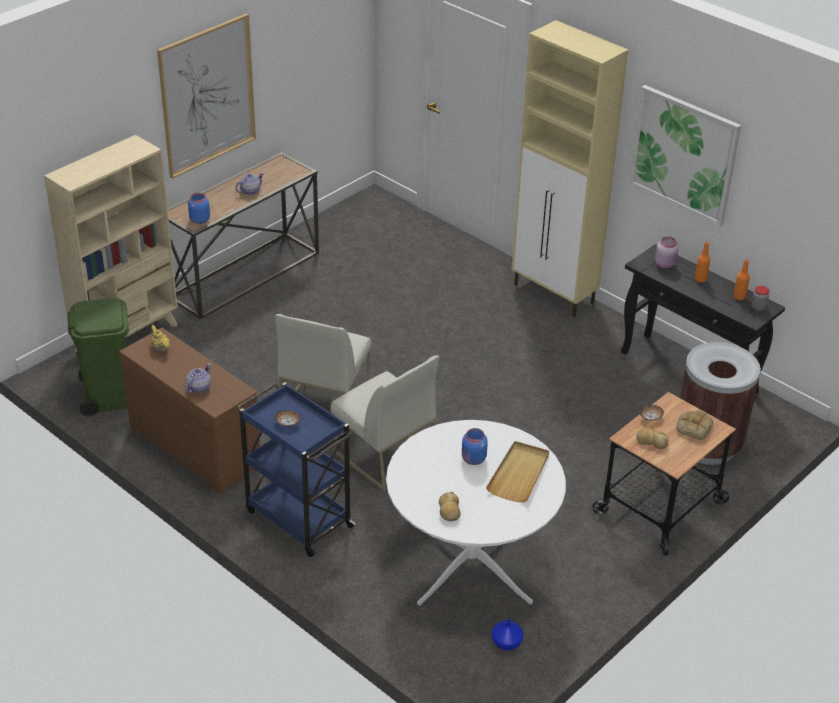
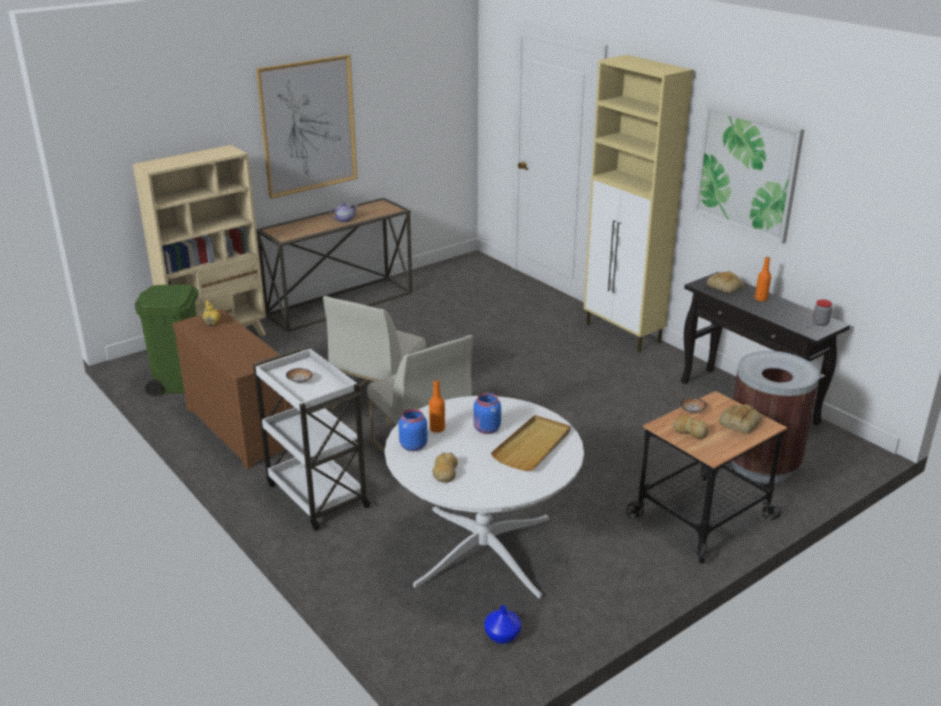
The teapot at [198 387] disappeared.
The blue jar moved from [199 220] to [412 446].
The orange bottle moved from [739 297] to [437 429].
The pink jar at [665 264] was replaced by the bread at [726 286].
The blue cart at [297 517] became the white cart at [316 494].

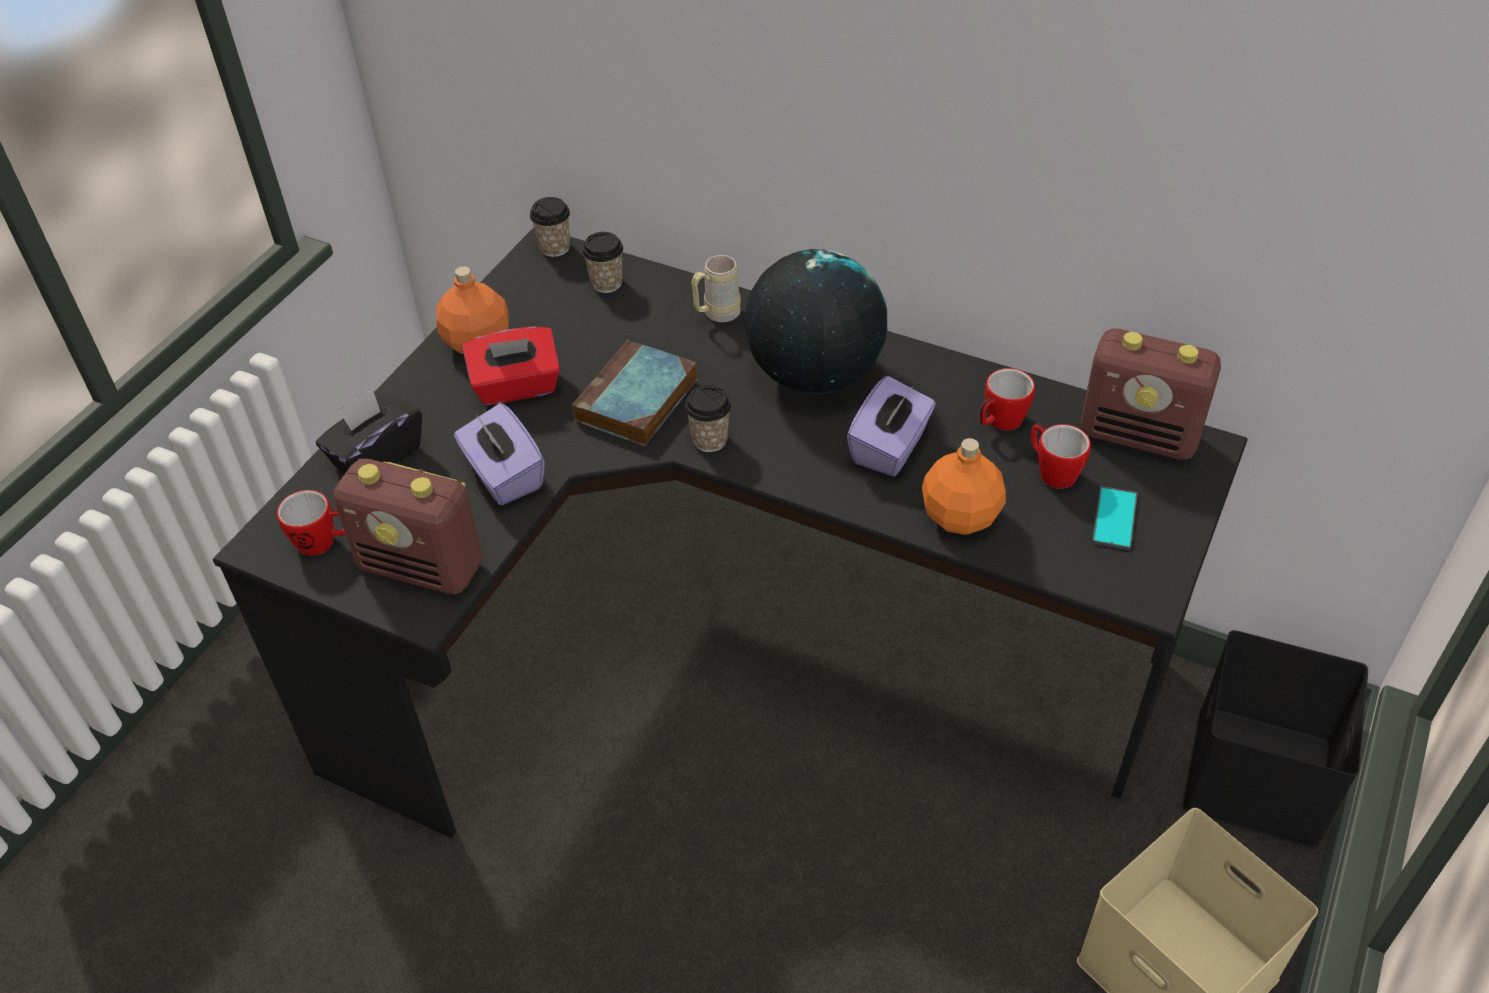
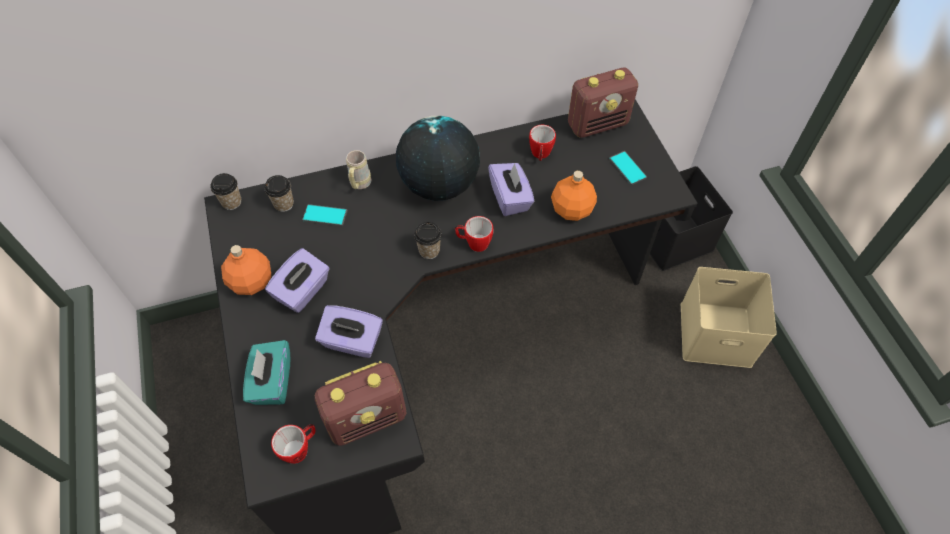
The book at [636 402] disappeared.
The phone at [325 215] appeared.
The mug moved from [1052 471] to [474 243].
The black tissue box at [376 456] became the turquoise tissue box at [272 382].
The red tissue box at [517 387] became the purple tissue box at [303 291].

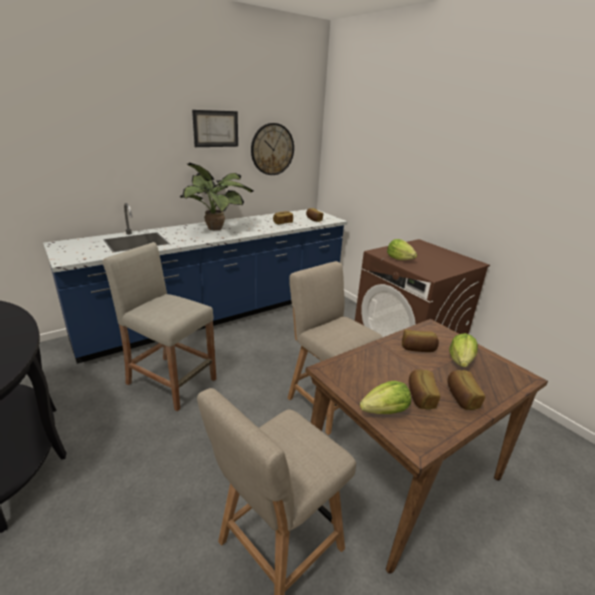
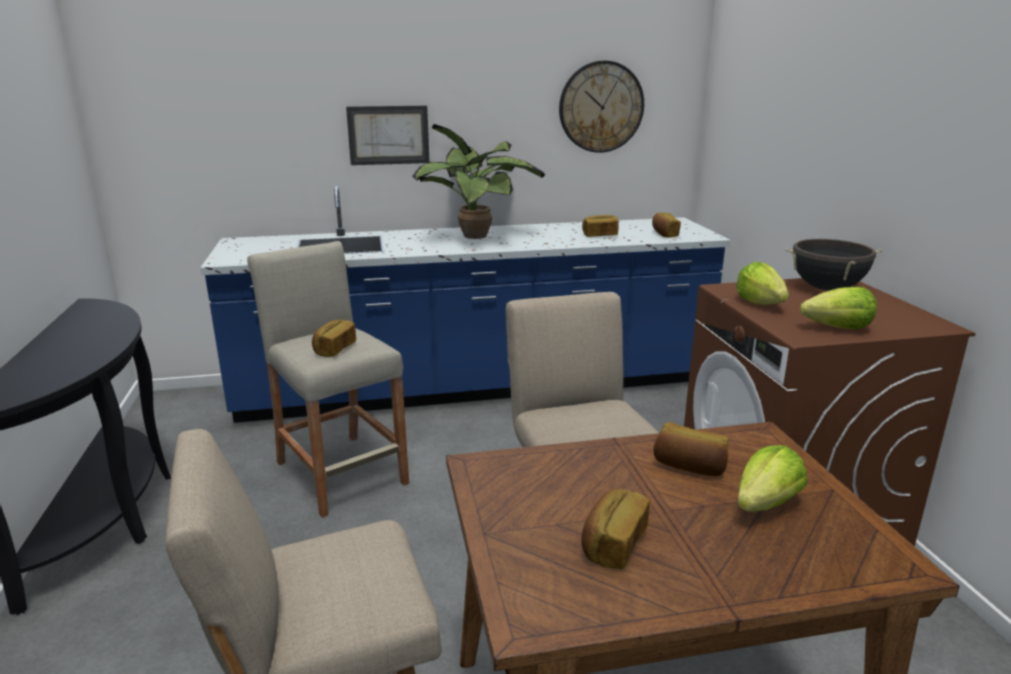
The black cooking pot at [827 288] appeared.
The picture moved from [216 128] to [388 135].
The lettuce moved from [385 411] to [838 328].
The bread moved from [461 398] to [334 349].

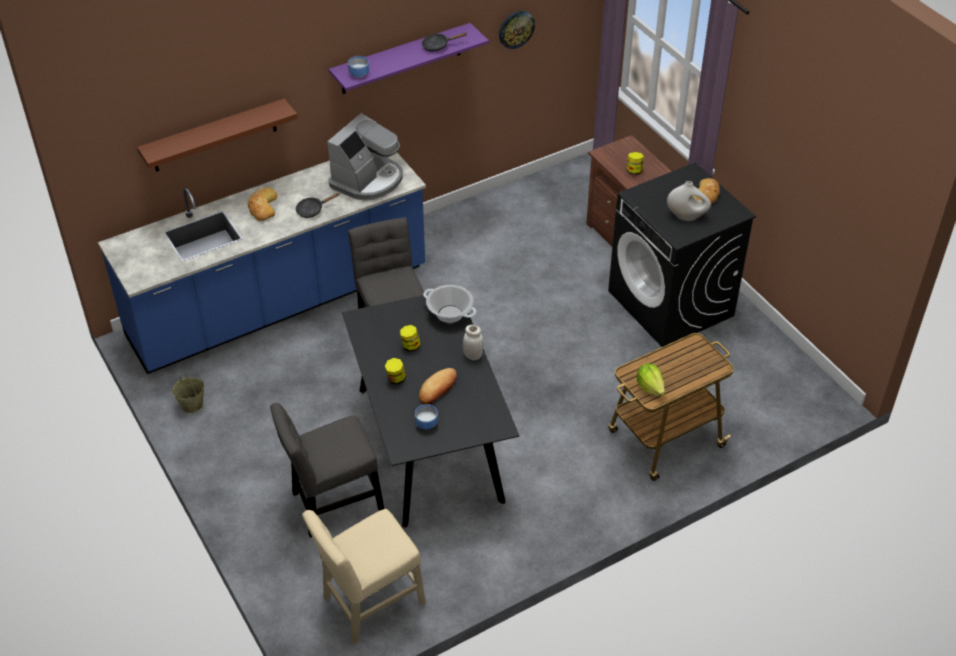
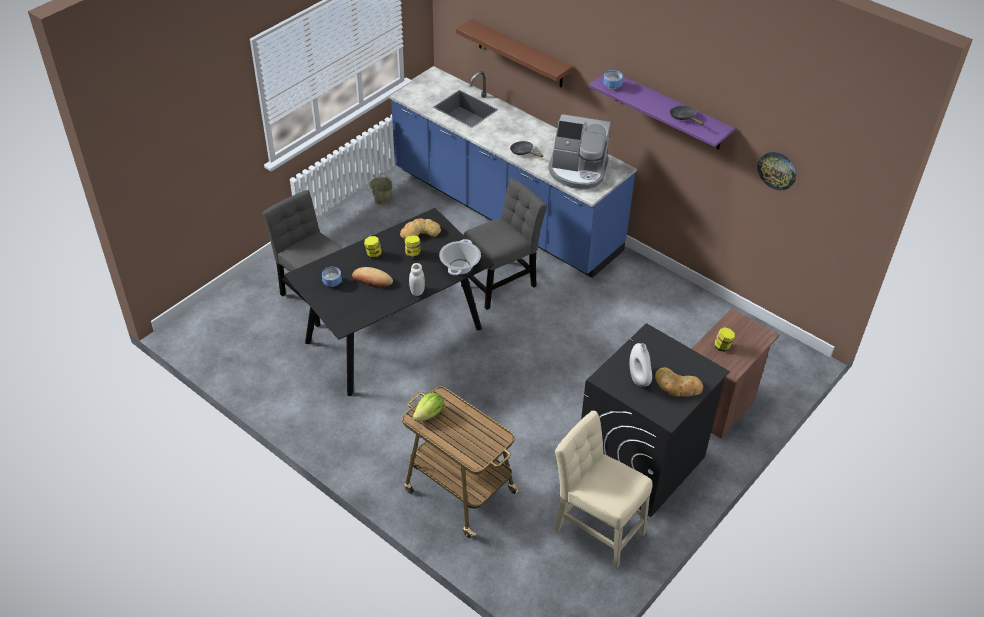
The bread moved from [262 207] to [419 232].
The beige chair moved from [369 604] to [596 527].

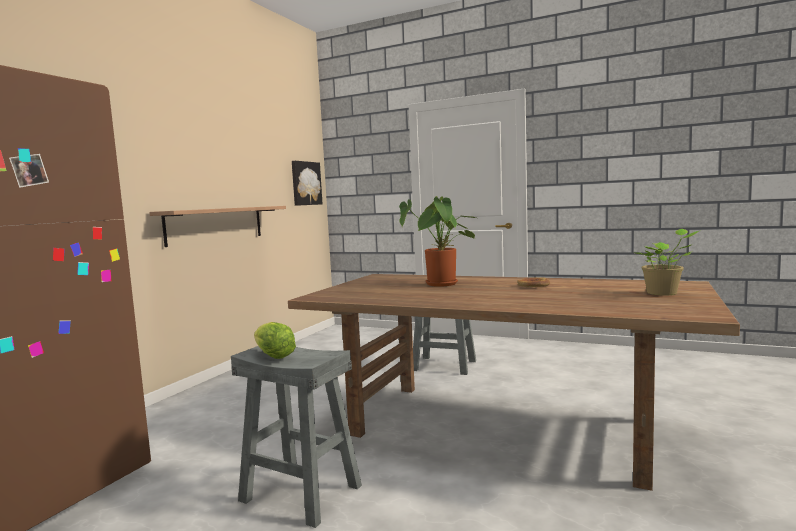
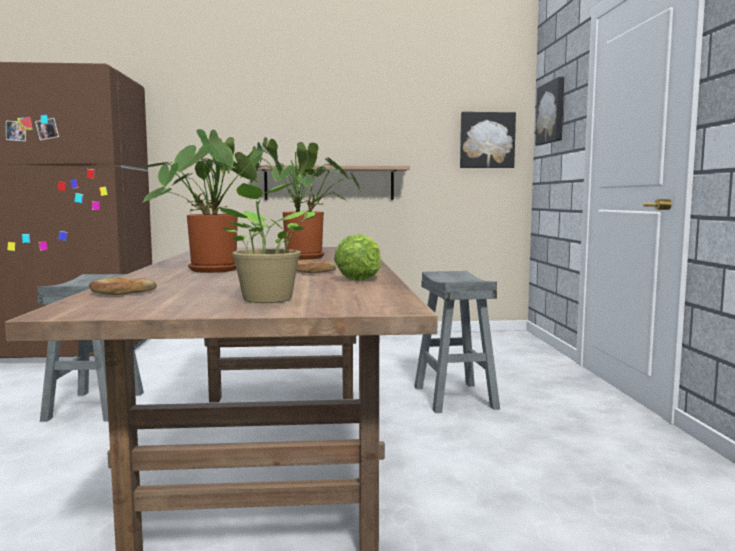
The bread at [122 291] appeared.
The potted plant at [215 269] appeared.
The picture at [552 112] appeared.
The lettuce moved from [274 356] to [360 278].

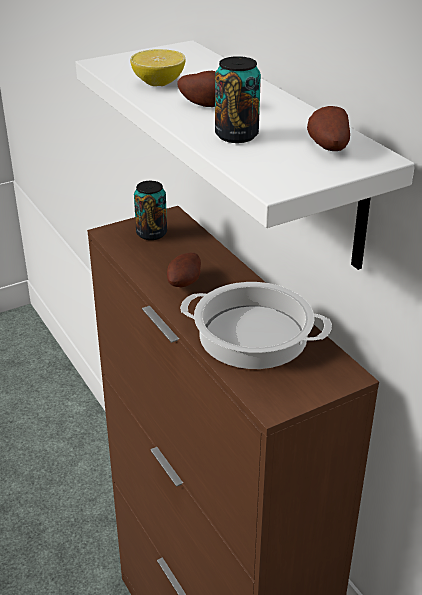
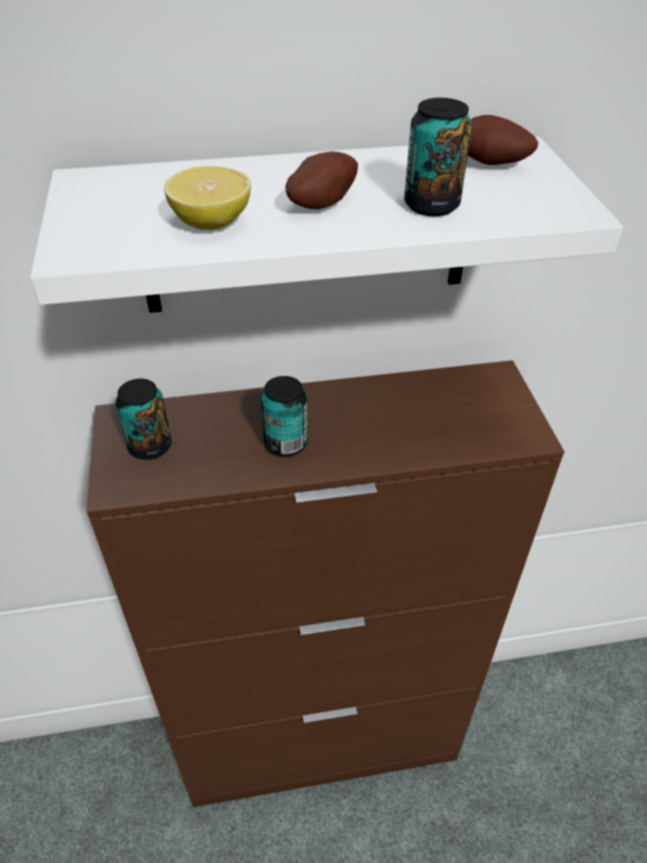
The cooking pot at [252 336] disappeared.
The potato at [185 283] was replaced by the can at [285 443].

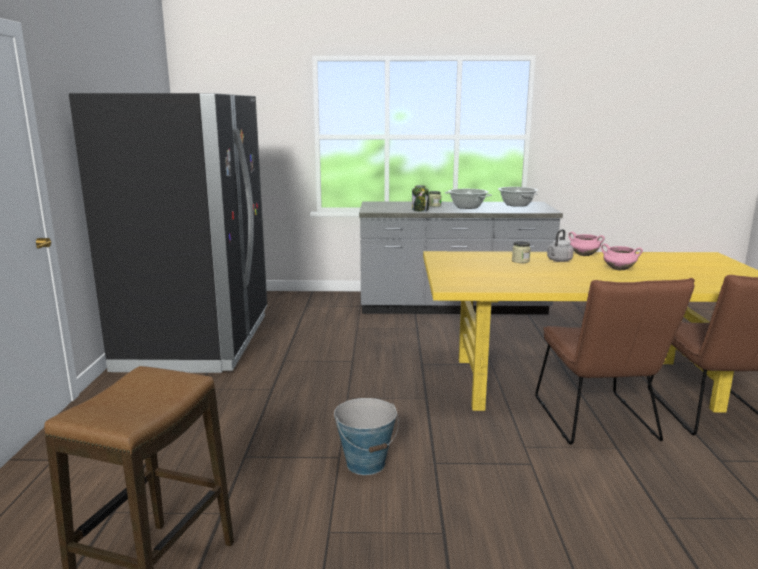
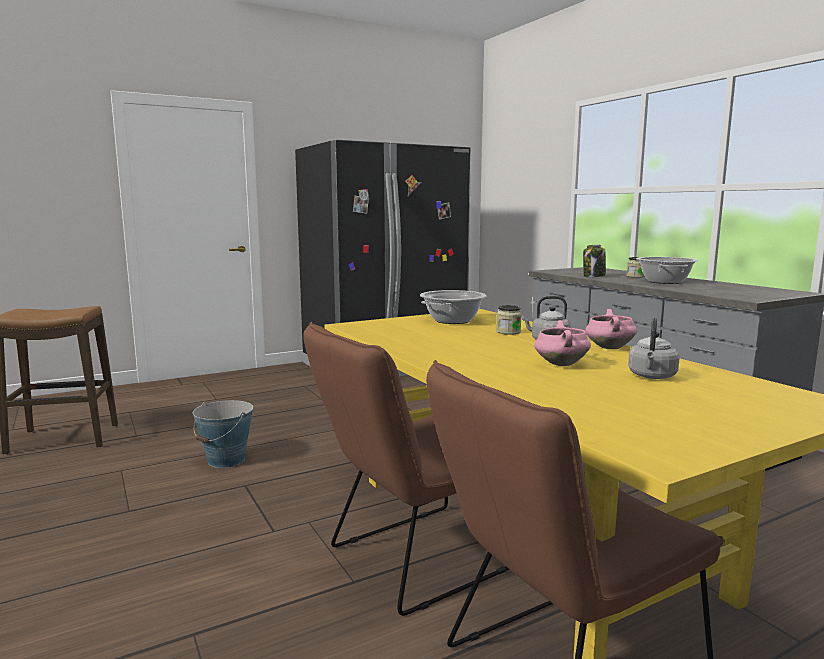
The grey kettle at [652 376] appeared.
The cooking pot moved from [516 204] to [452 320].

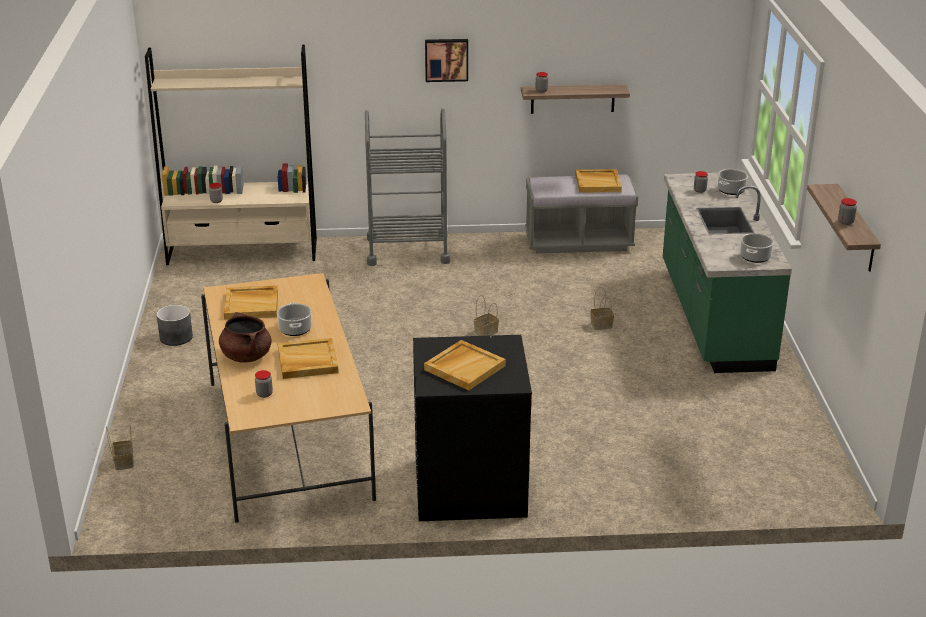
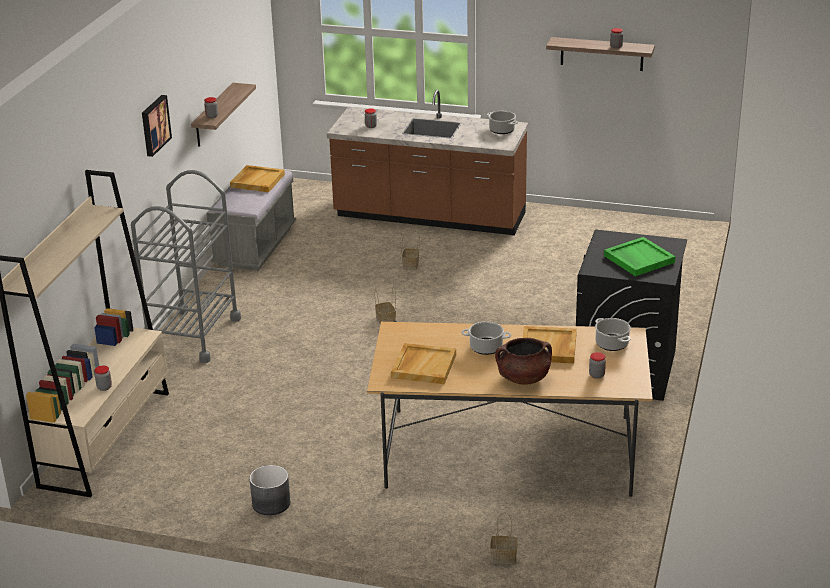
The cooking pot moved from [731 190] to [611 344].
The beige tray at [464 367] became the green tray at [638 259].
The green counter at [713 316] became the brown counter at [429 216].

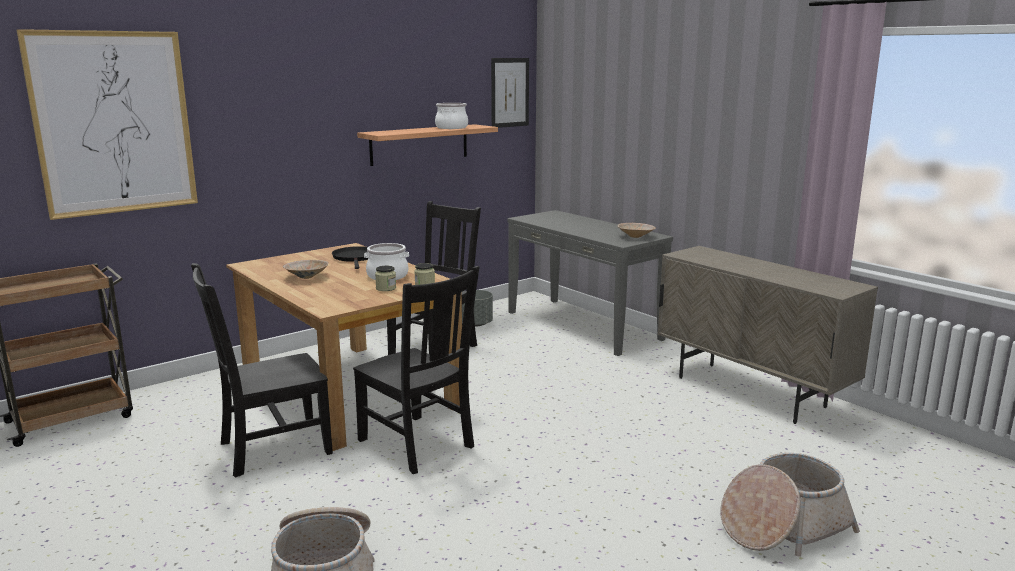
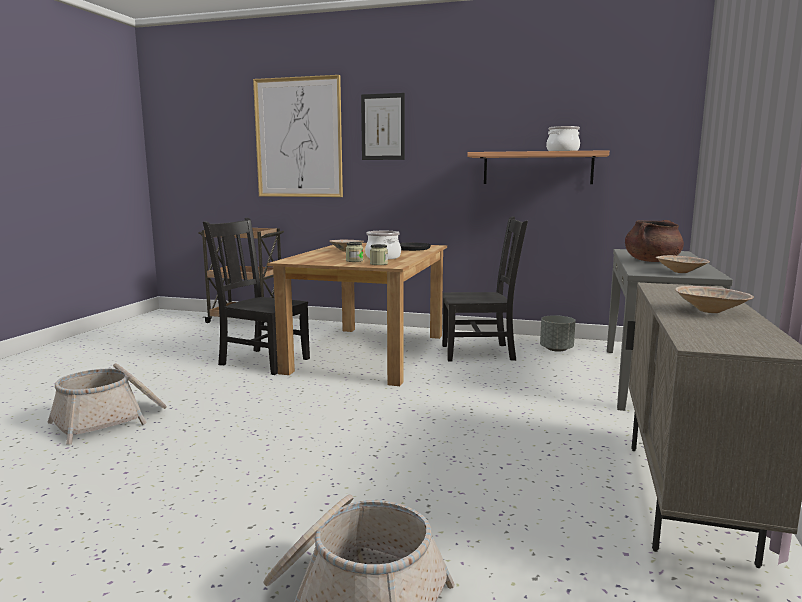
The black chair at [418 445] disappeared.
The brown cooking pot at [652 261] appeared.
The beige bowl at [712 311] appeared.
The picture moved from [510 92] to [383 127].

